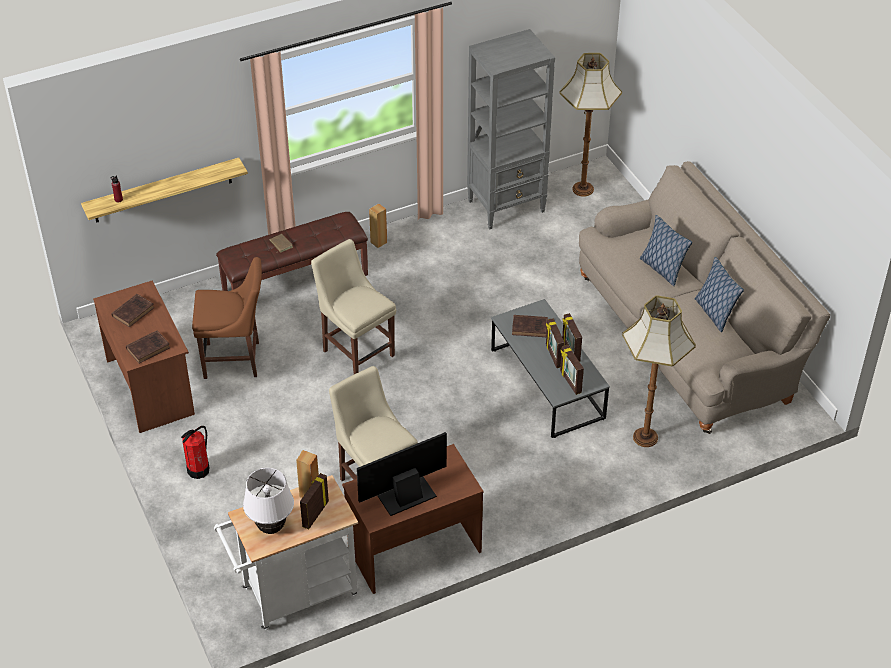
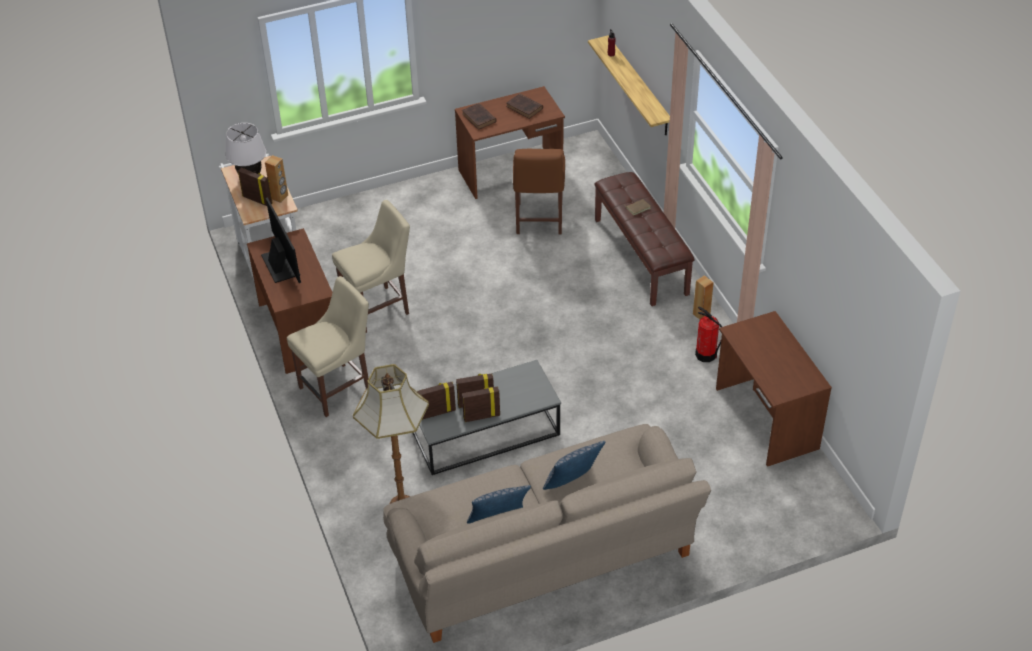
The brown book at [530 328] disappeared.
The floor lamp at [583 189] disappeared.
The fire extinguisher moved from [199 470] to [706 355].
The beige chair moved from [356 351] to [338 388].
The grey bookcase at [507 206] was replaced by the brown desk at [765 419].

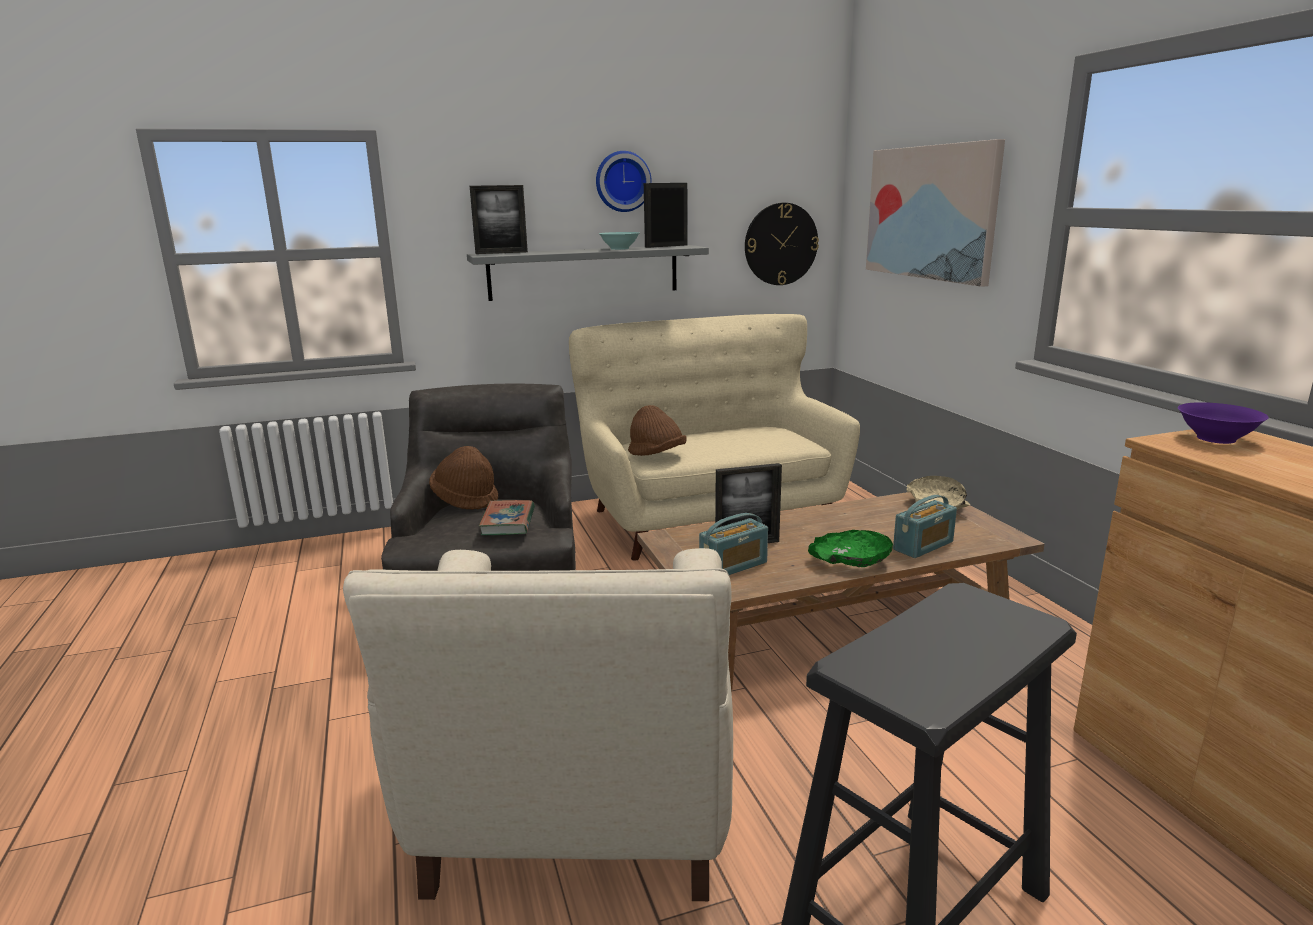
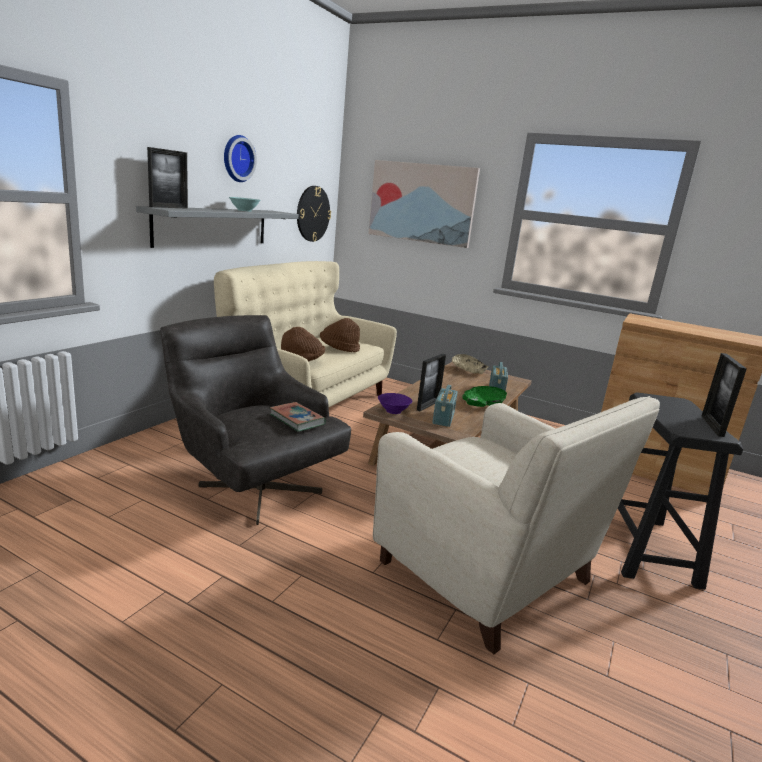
The brown hat moved from [466 500] to [339 349].
The picture frame moved from [666 246] to [712 426].
The purple bowl moved from [1215 439] to [393 411].

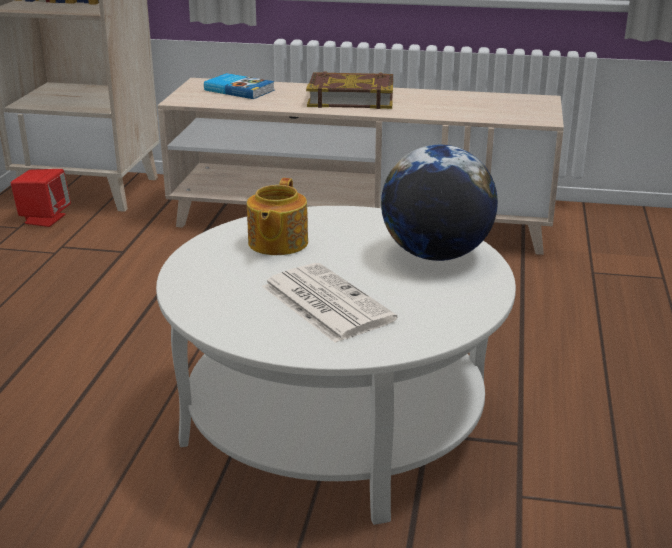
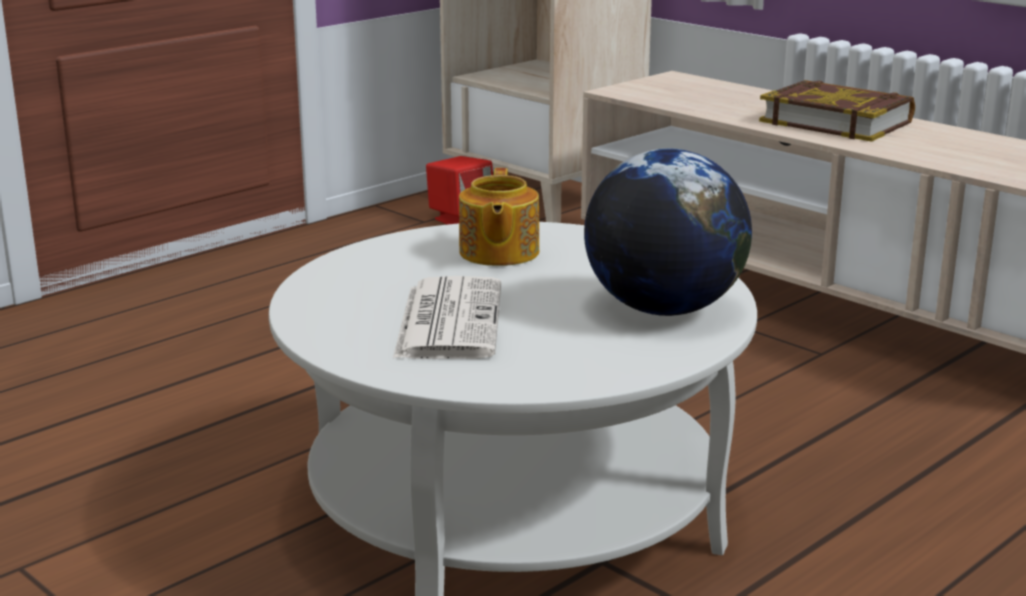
The book at [239 90] disappeared.
The teapot at [276 243] turned 45 degrees counterclockwise.

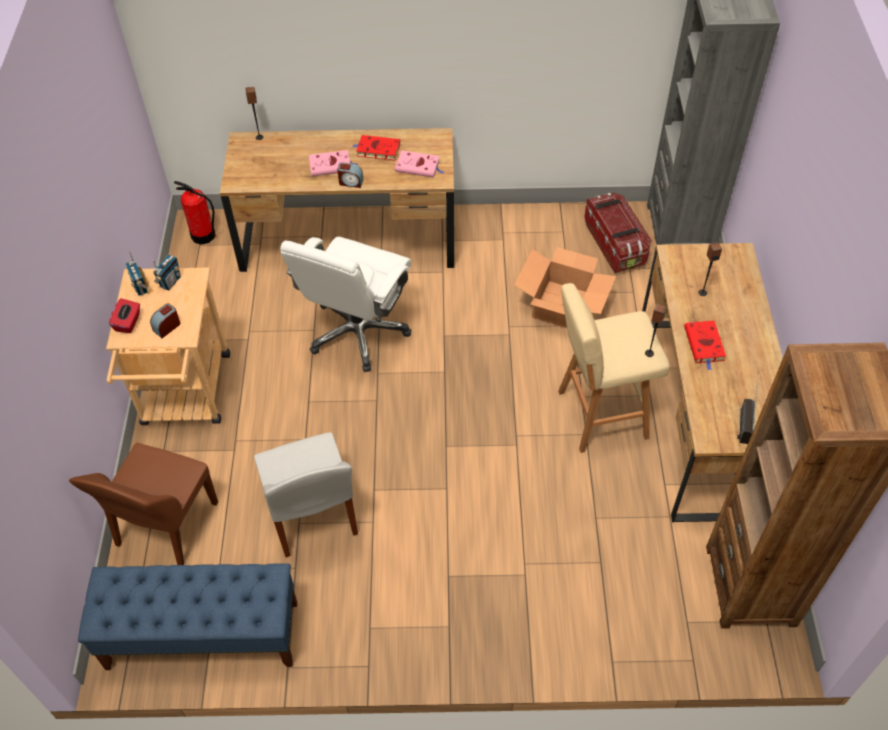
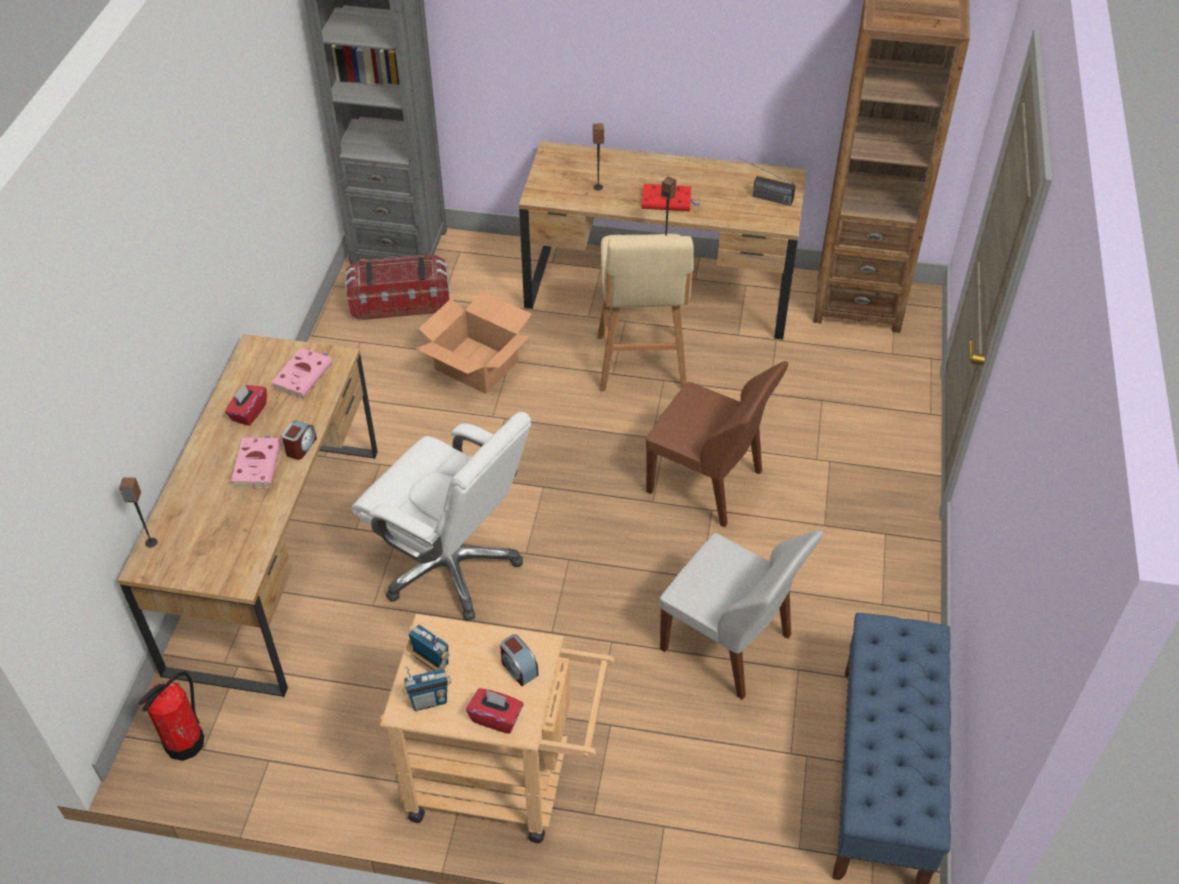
The brown chair moved from [165 526] to [707 483].
The red book at [377 150] was replaced by the red tissue box at [248 412].
The white chair at [312 516] turned 45 degrees clockwise.

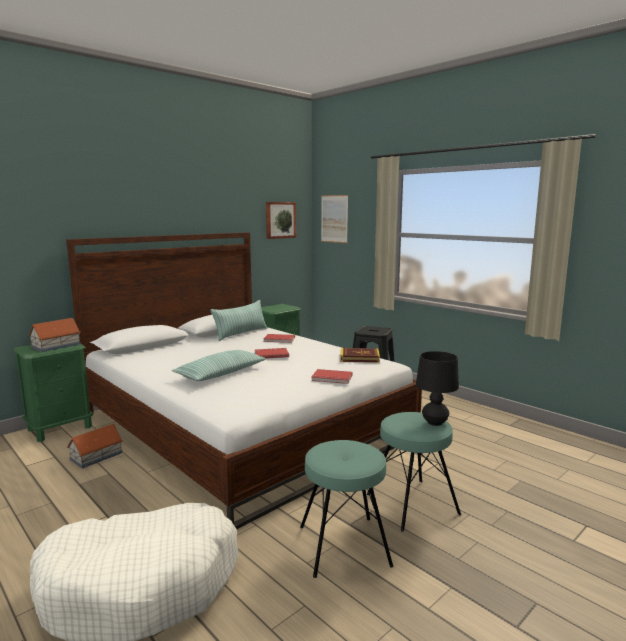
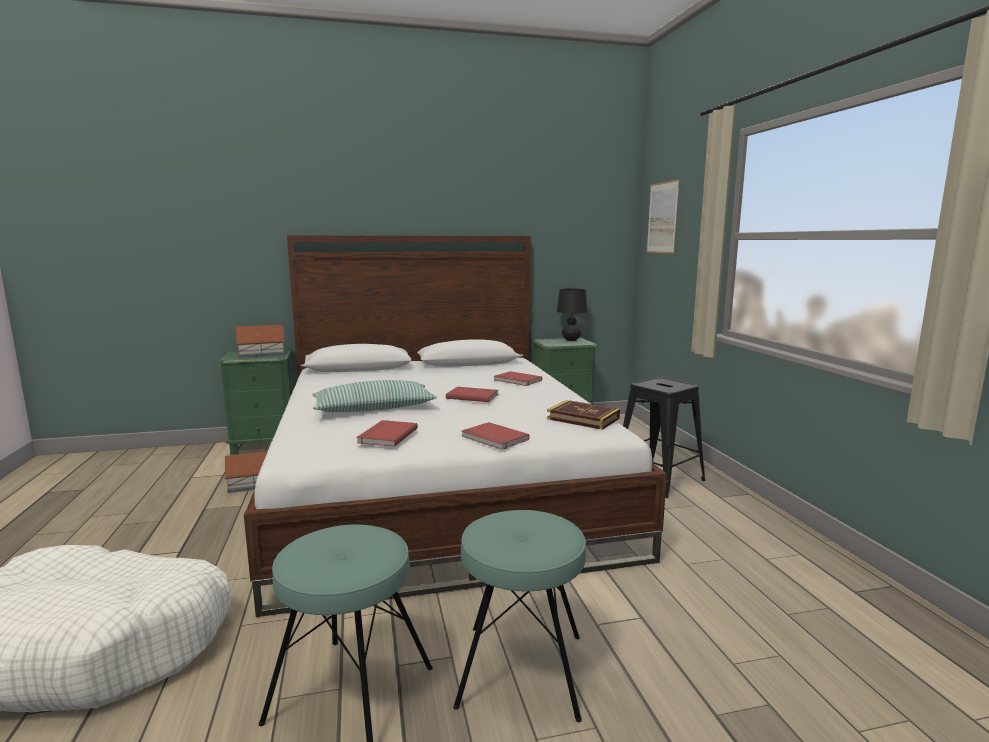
The pillow at [241 333] disappeared.
The picture at [280 220] disappeared.
The red book at [386 435] appeared.
The black table lamp moved from [434 422] to [571 340].

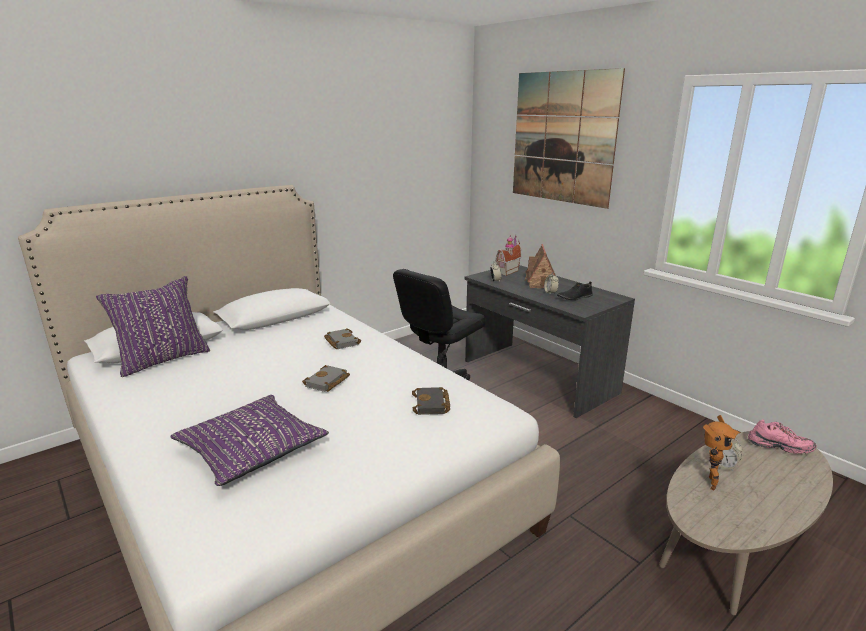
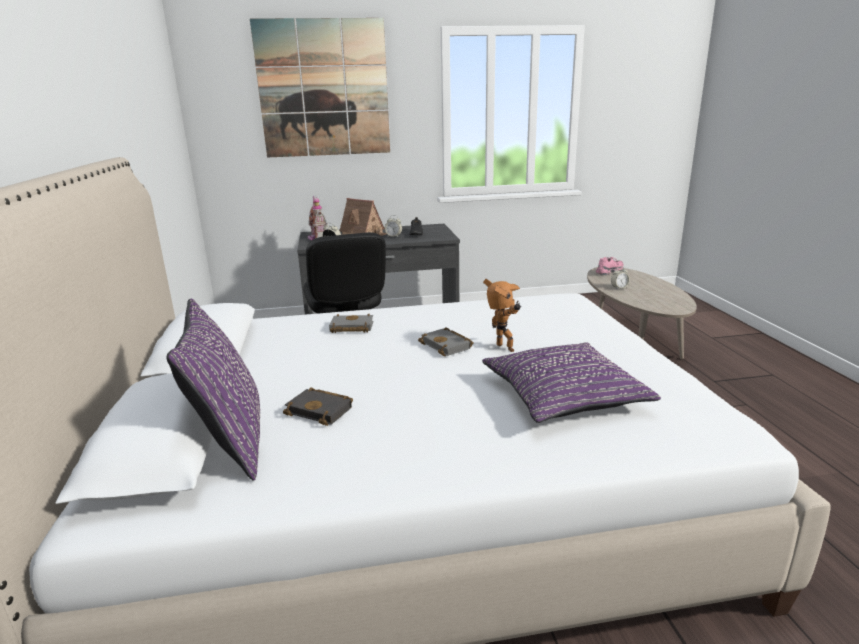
The black book moved from [432 405] to [322 410].
The toy robot moved from [708 483] to [502 349].

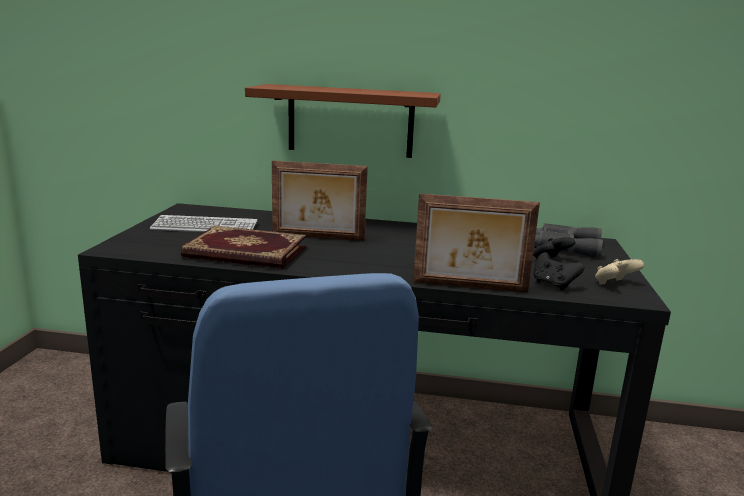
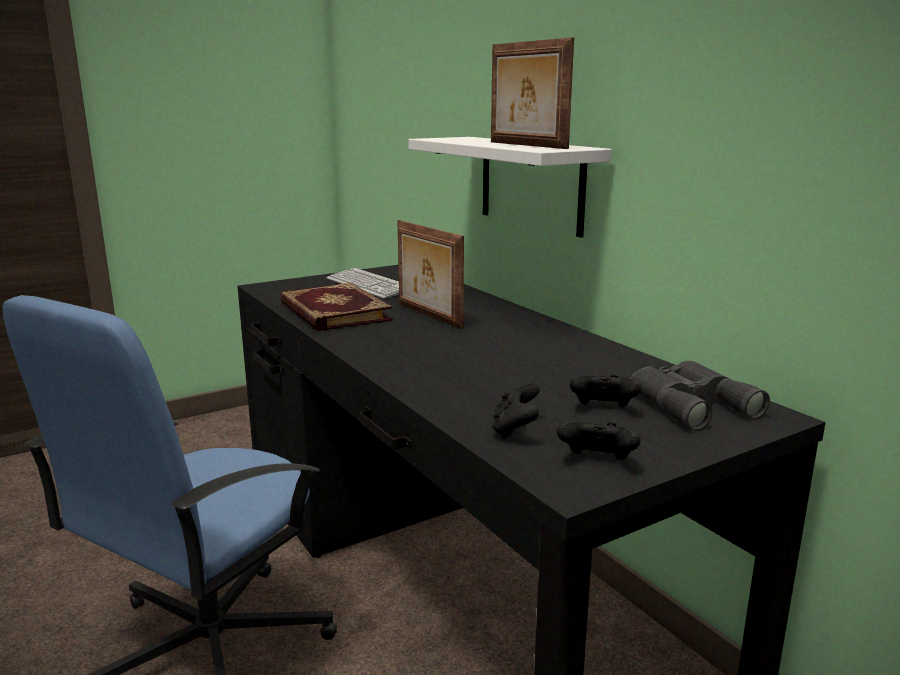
The picture frame moved from [470 287] to [525 145].
The brown shelf at [350 121] became the white shelf at [531 184].
The beige game controller at [614 284] became the black game controller at [597 462].

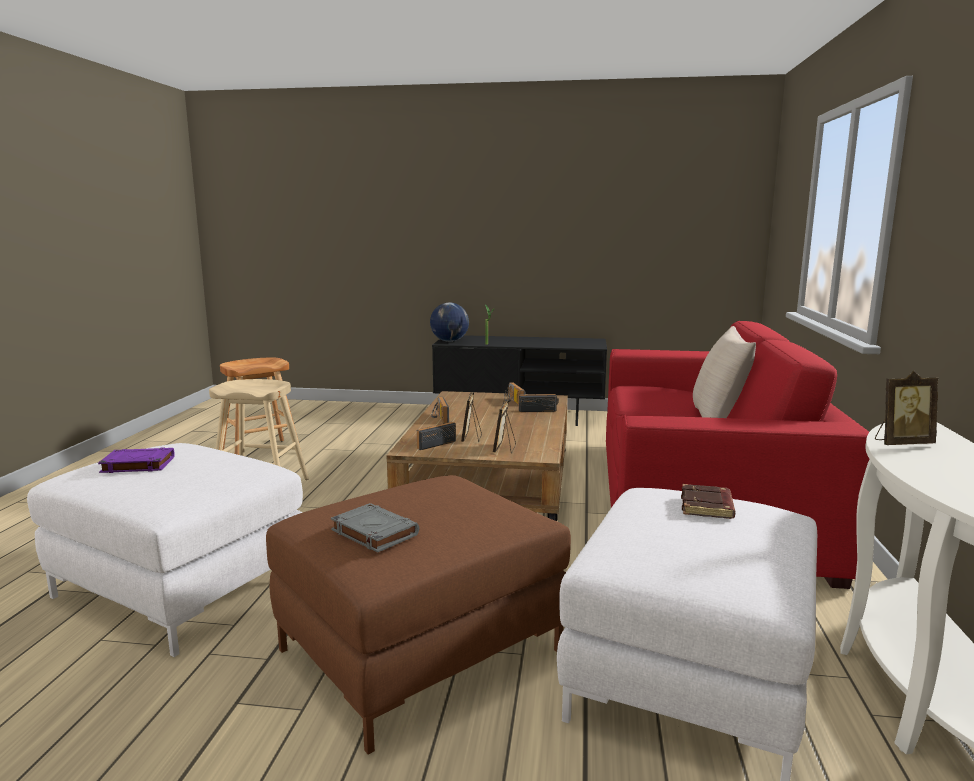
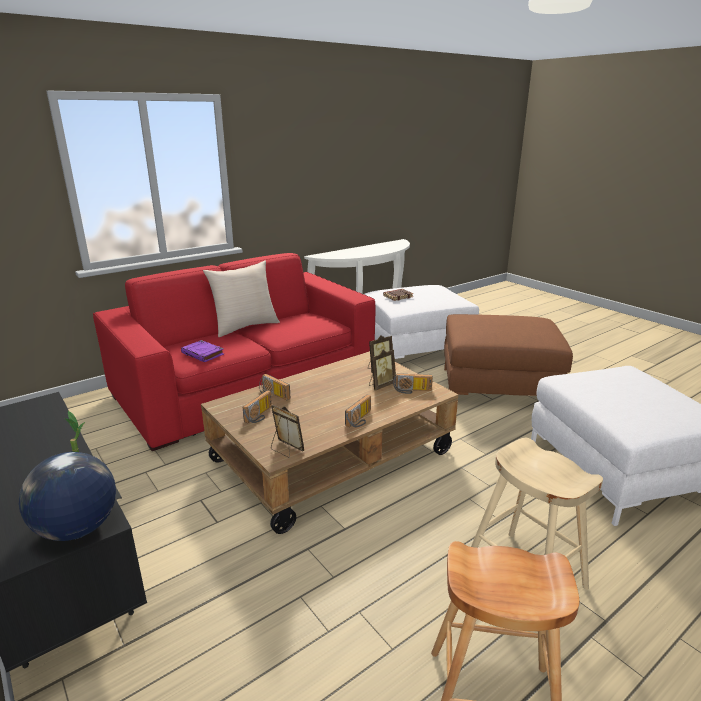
The grey book at [373 532] disappeared.
The purple book moved from [137 465] to [203 354].
The picture frame moved from [901 443] to [286 449].

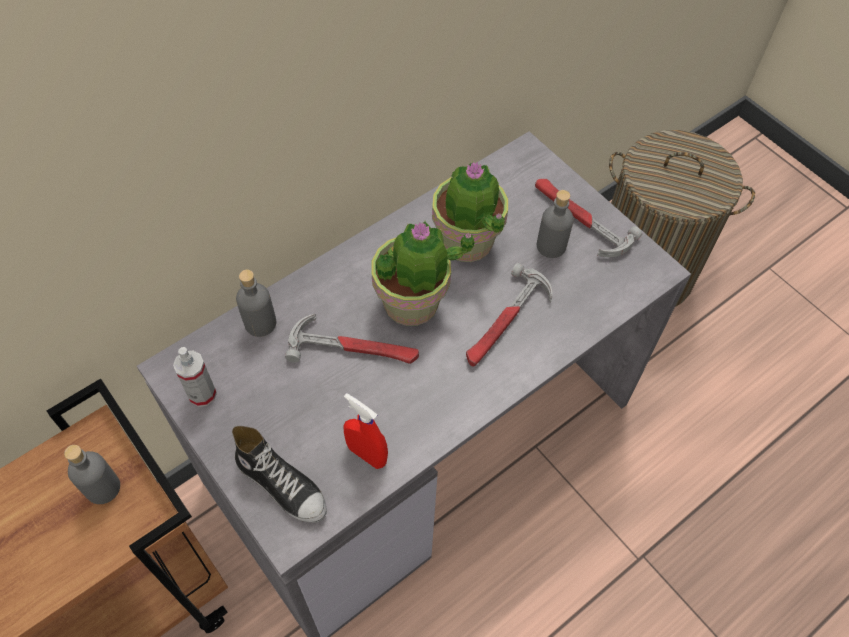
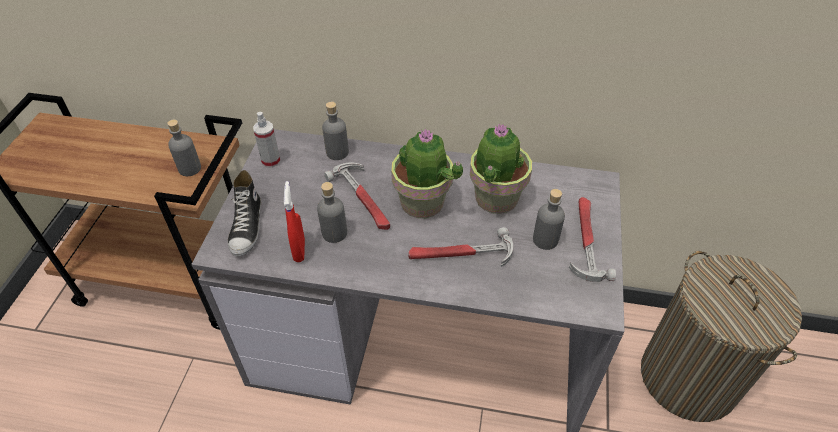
The grey bottle at [334 233] appeared.

